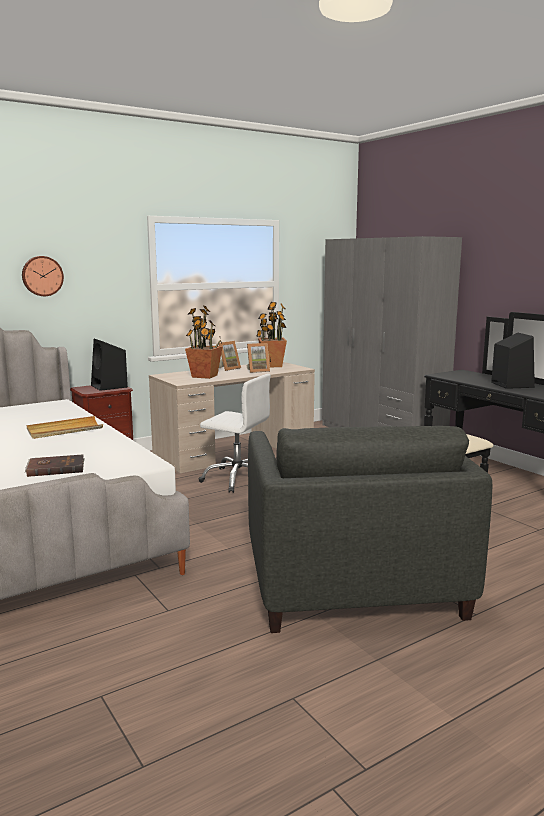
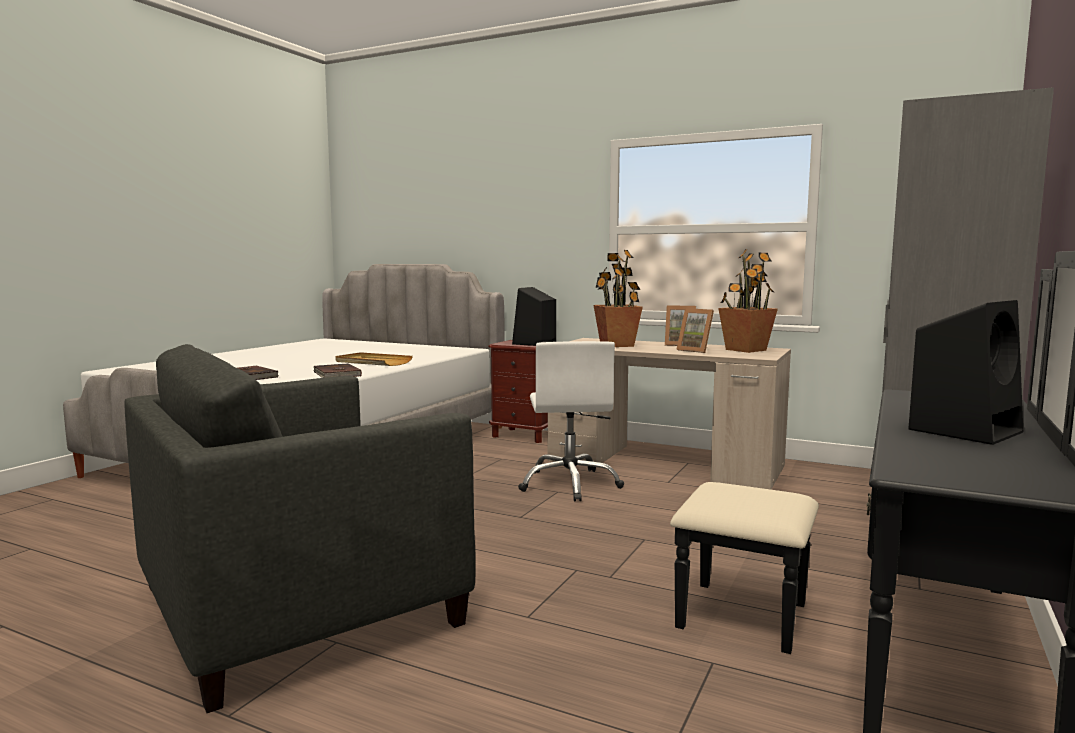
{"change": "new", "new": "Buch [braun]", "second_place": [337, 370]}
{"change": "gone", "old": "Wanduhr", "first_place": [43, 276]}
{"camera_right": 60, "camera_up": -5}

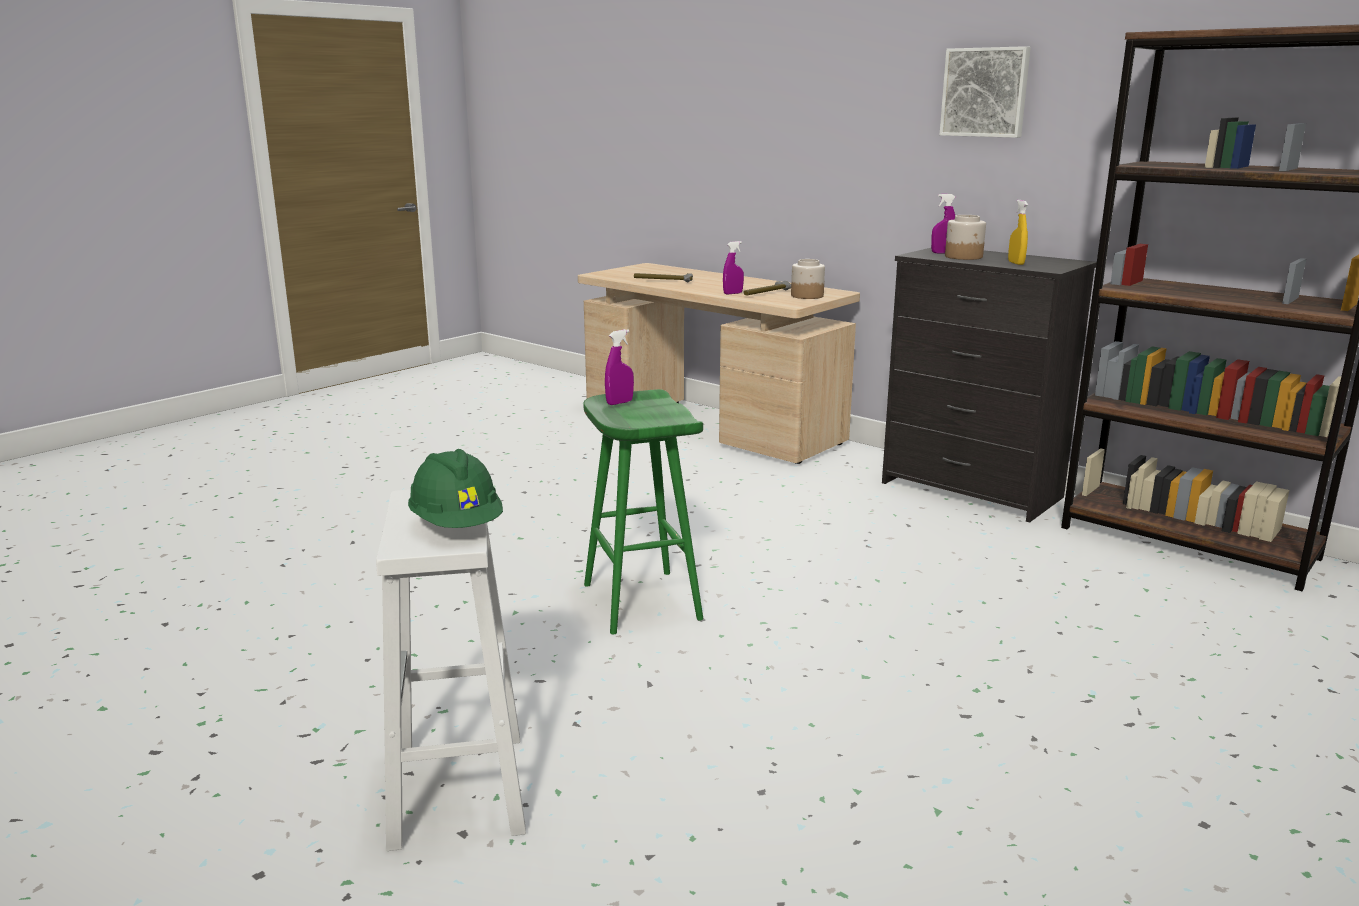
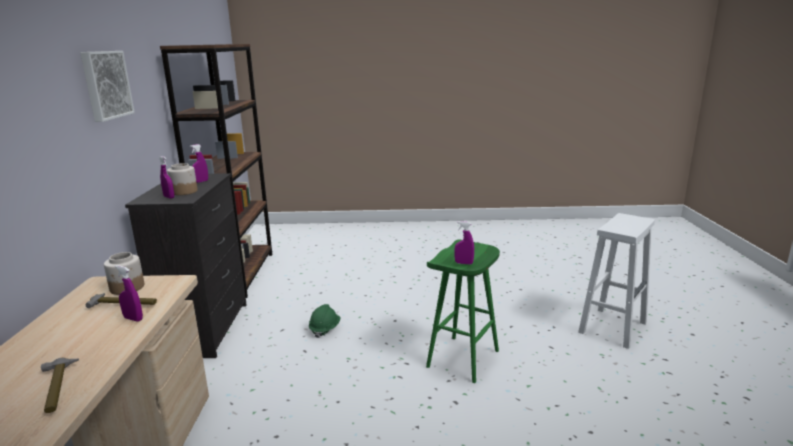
{"change": "repainted", "old": "Sprühflasche [gelb]", "new": "Sprühflasche [lila]", "first_place": [1018, 232], "second_place": [199, 163]}
{"change": "shifted", "old": "Schutzhelm [grün]", "first_place": [455, 488], "second_place": [325, 321]}
{"camera_right": -130, "camera_up": 0}

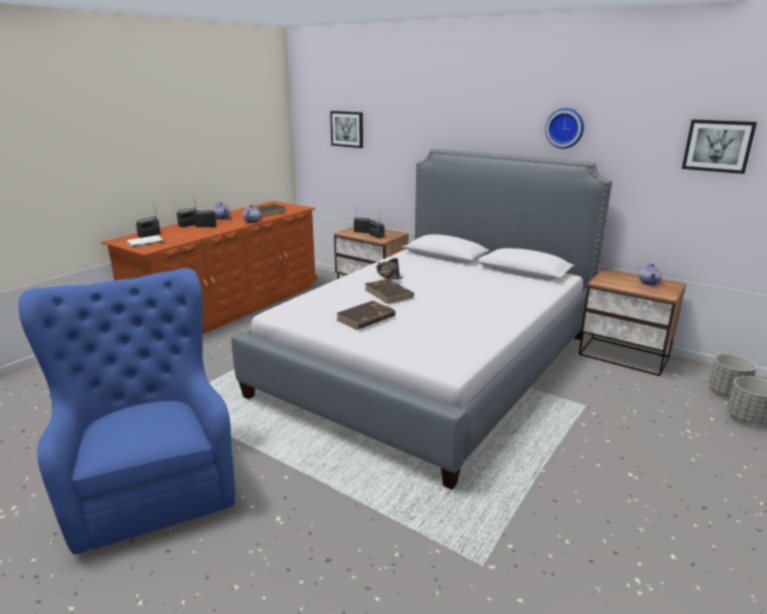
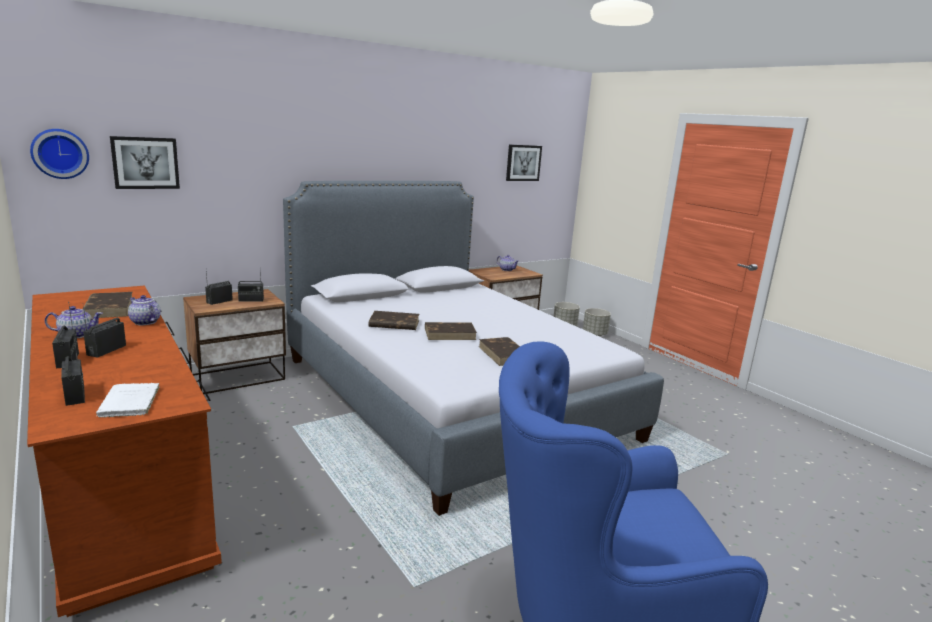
{"change": "shifted", "old": "Wanduhr", "first_place": [564, 128], "second_place": [59, 154]}
{"change": "swapped", "old": "Hut [schwarz]", "new": "Buch [braun]", "first_place": [389, 269], "second_place": [394, 320]}
{"camera_right": -70, "camera_up": -5}

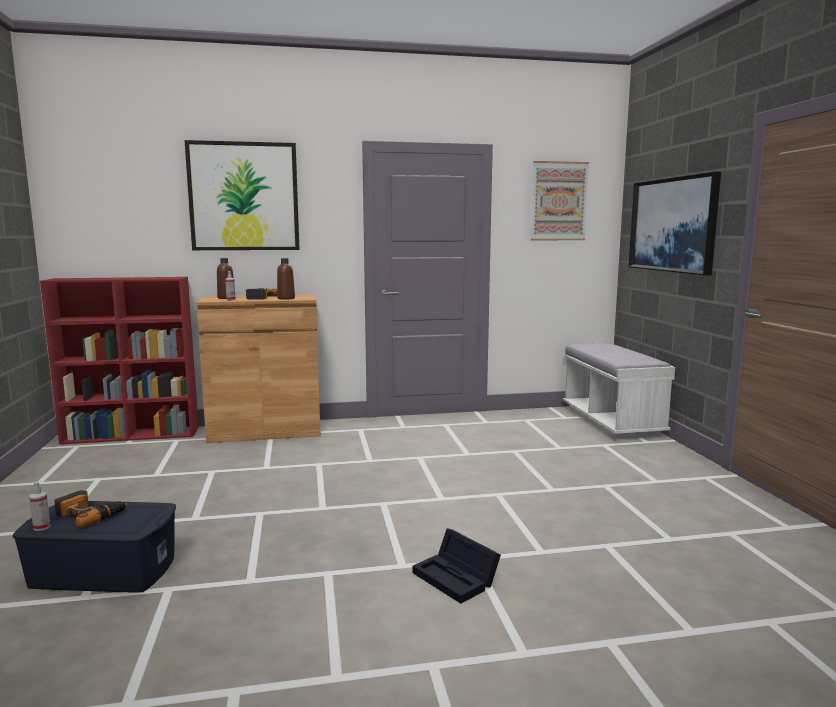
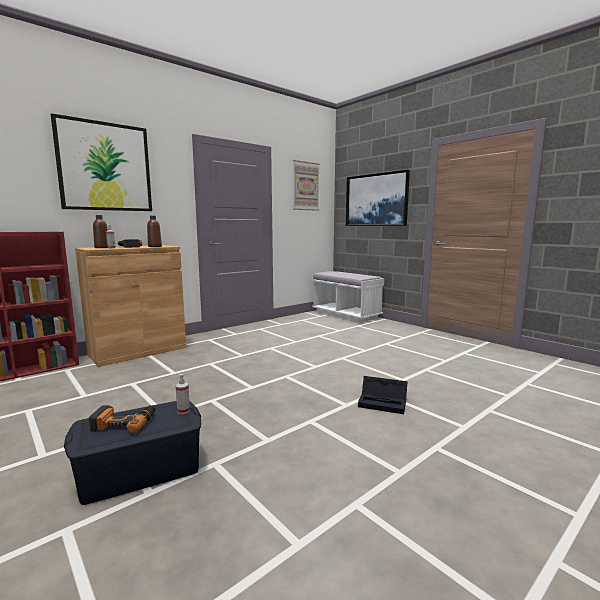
{"change": "shifted", "old": "Sprühflasche", "first_place": [40, 506], "second_place": [183, 394]}
{"camera_right": -30, "camera_up": 0}

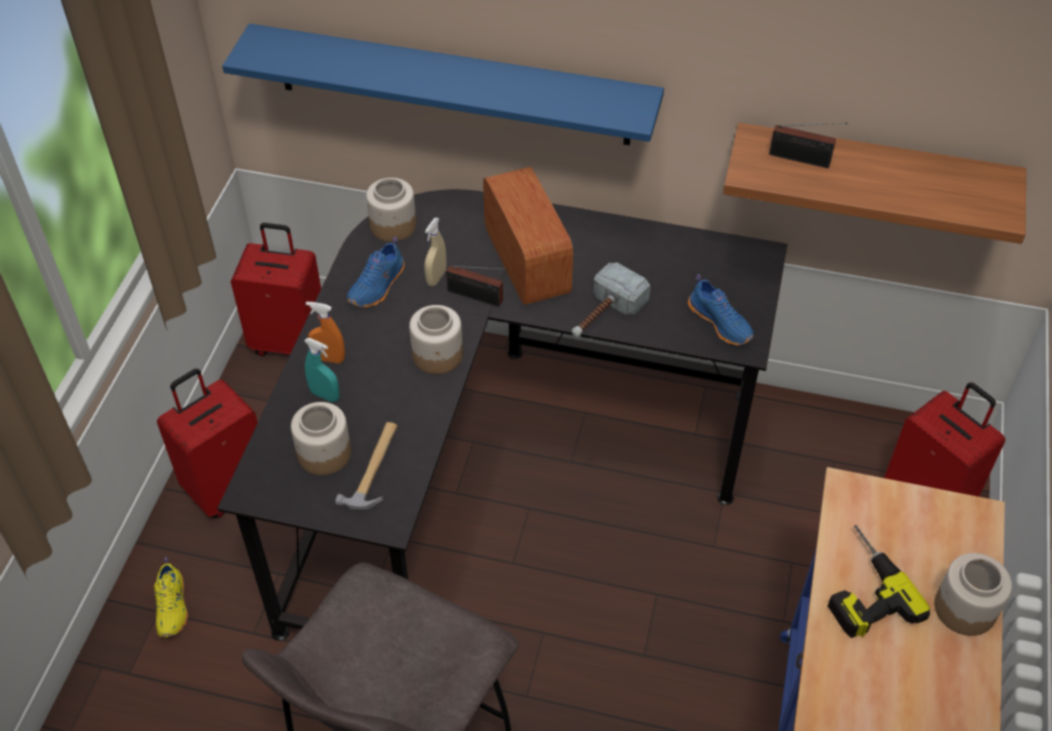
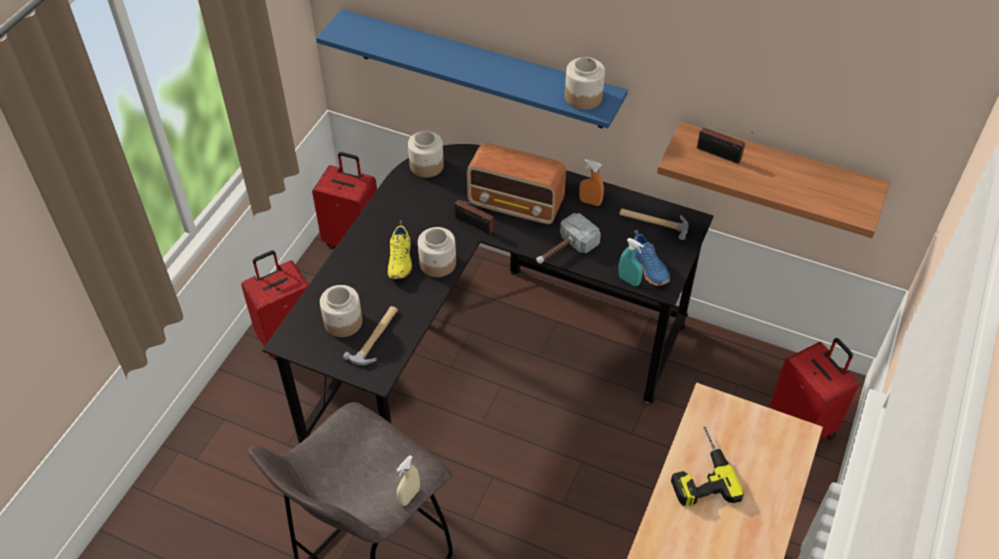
{"change": "shifted", "old": "Schuh [gelb]", "first_place": [171, 597], "second_place": [400, 250]}
{"change": "shifted", "old": "Sprühflasche [beige]", "first_place": [435, 252], "second_place": [408, 480]}
{"change": "rotated", "old": "Radio", "first_place": [528, 236], "second_place": [516, 183], "degrees": 120}
{"change": "shifted", "old": "Vorratsglas", "first_place": [973, 594], "second_place": [585, 83]}
{"change": "shifted", "old": "Sprühflasche [orange]", "first_place": [325, 333], "second_place": [591, 182]}
{"change": "new", "new": "Hammer", "second_place": [653, 224]}
{"change": "shifted", "old": "Sprühflasche [türkis]", "first_place": [322, 370], "second_place": [631, 262]}
{"change": "gone", "old": "Schuh [blau]", "first_place": [375, 272]}
{"camera_right": 10, "camera_up": 0}

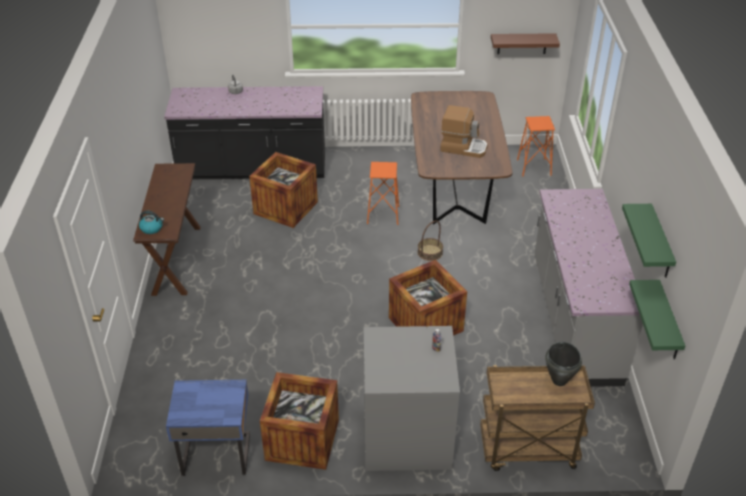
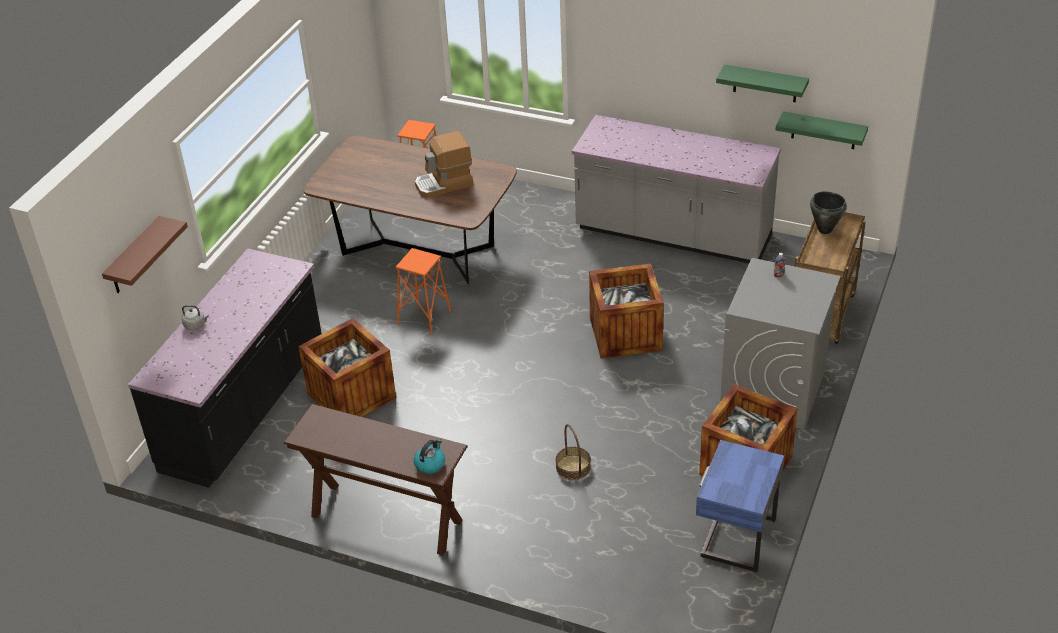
{"change": "shifted", "old": "Wandregal [braun]", "first_place": [525, 43], "second_place": [145, 254]}
{"change": "rotated", "old": "Kaffeemaschine", "first_place": [464, 131], "second_place": [444, 164], "degrees": -150}
{"change": "shifted", "old": "Korb", "first_place": [430, 240], "second_place": [573, 452]}
{"camera_right": -65, "camera_up": 0}

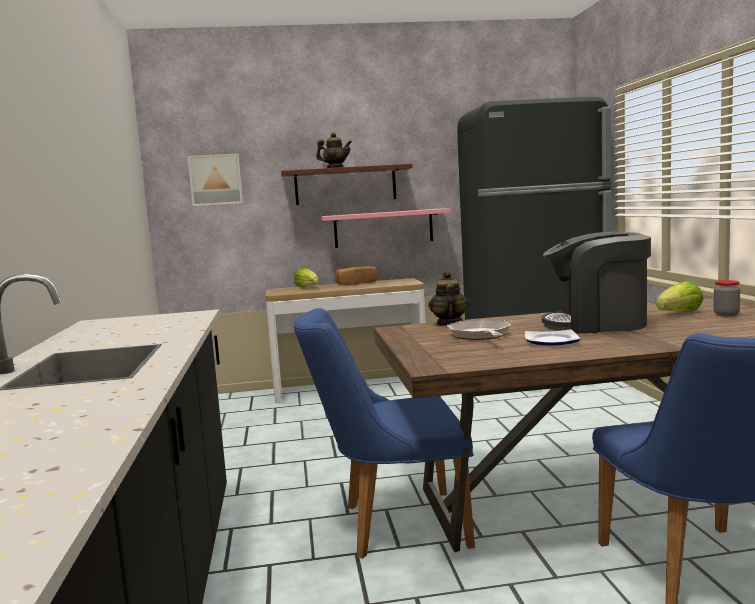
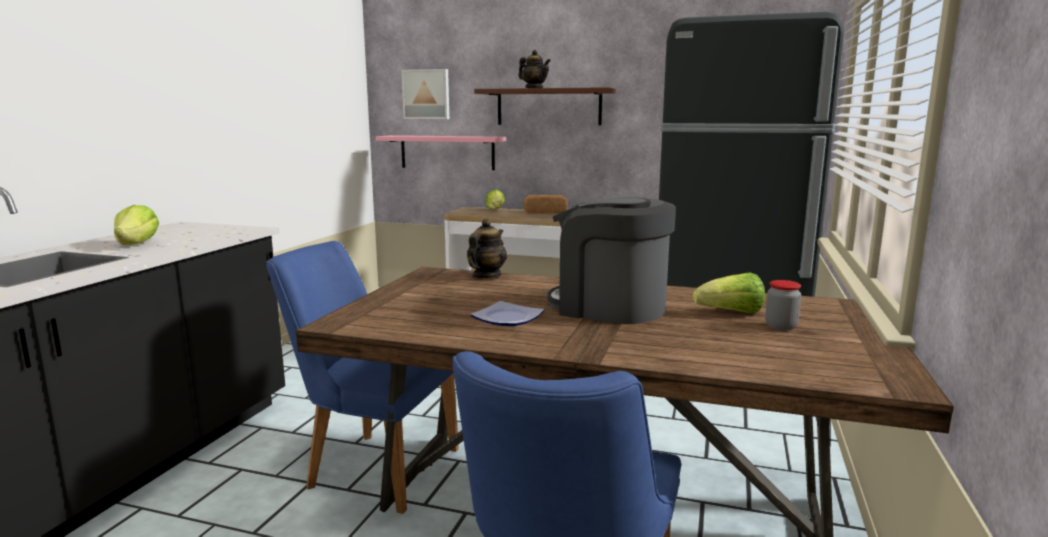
{"change": "new", "new": "Salatkopf", "second_place": [136, 225]}
{"change": "shifted", "old": "Wandregal [rosa]", "first_place": [386, 228], "second_place": [440, 152]}
{"change": "gone", "old": "Pfanne", "first_place": [479, 329]}
{"camera_right": 25, "camera_up": 5}

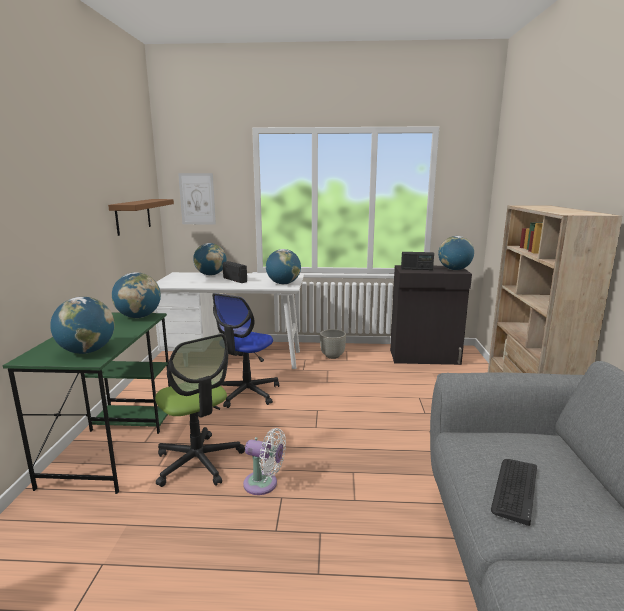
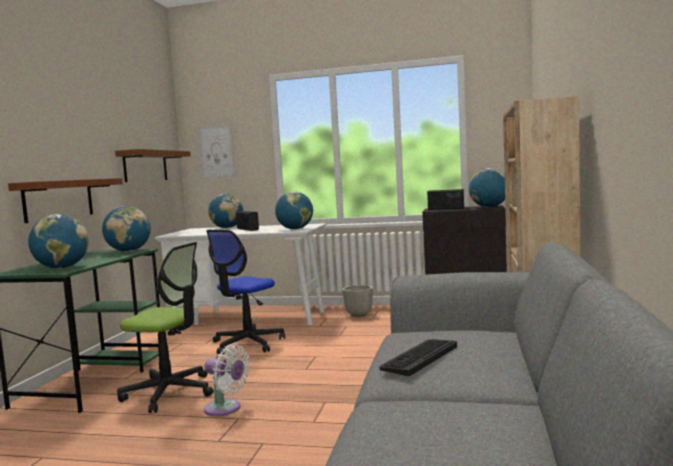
{"change": "new", "new": "Wandregal [braun]", "second_place": [65, 200]}
{"change": "rotated", "old": "Bürostuhl", "first_place": [200, 410], "second_place": [165, 327], "degrees": -45}
{"camera_right": 10, "camera_up": -10}

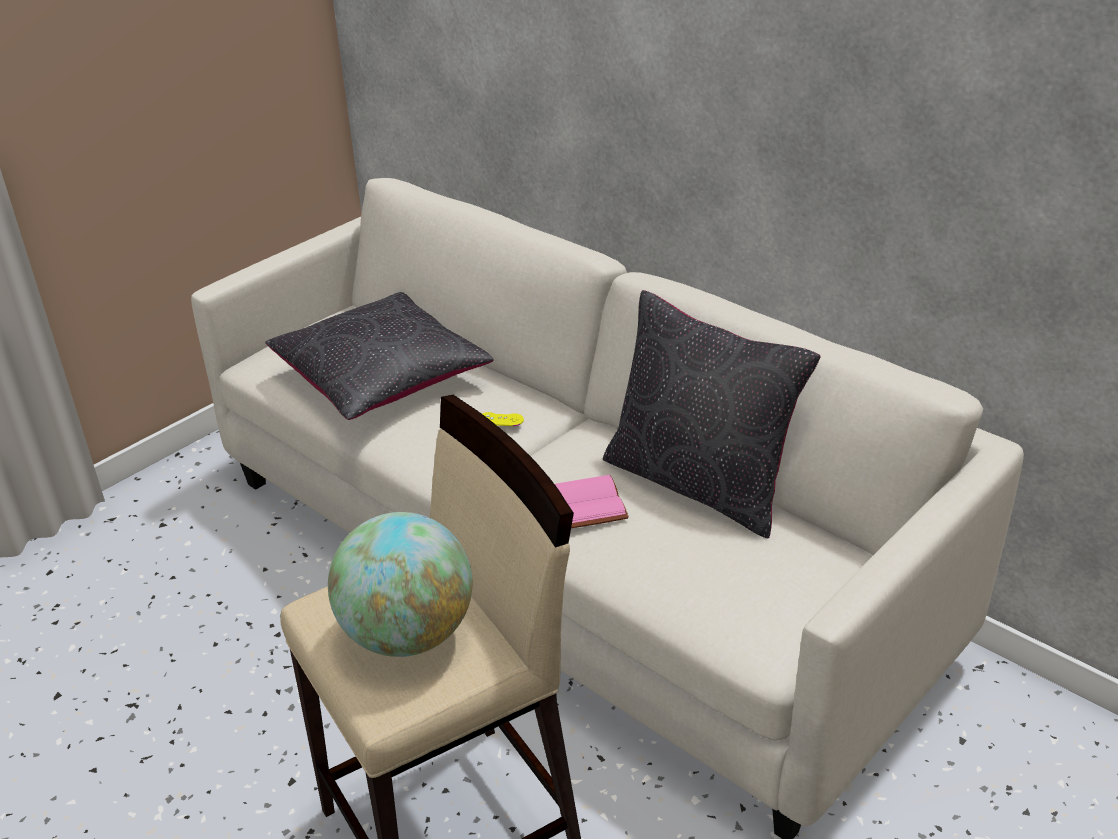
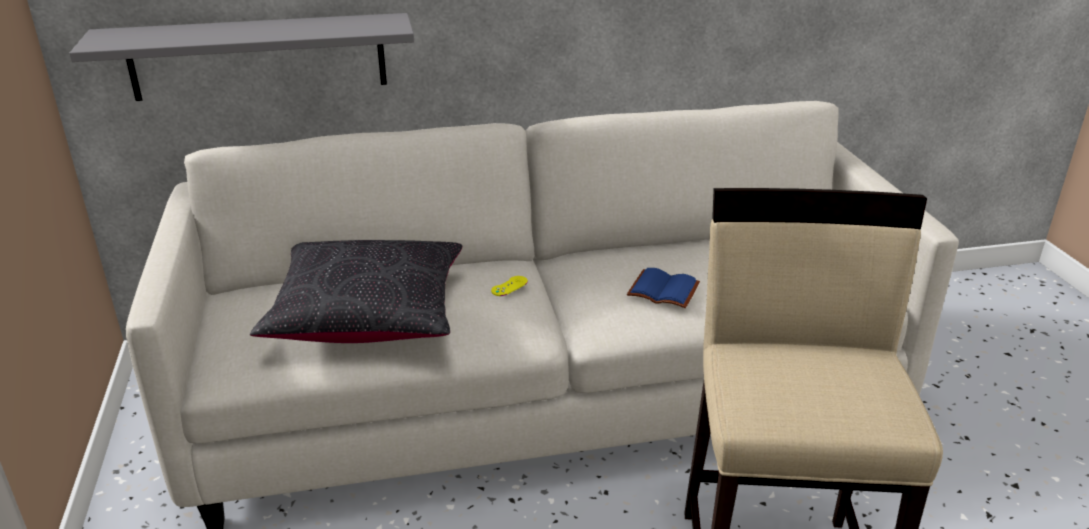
{"change": "new", "new": "Wandregal [grau]", "second_place": [241, 57]}
{"change": "repainted", "old": "Buch [rosa]", "new": "Buch [blau]", "first_place": [592, 501], "second_place": [663, 288]}
{"change": "gone", "old": "Globus", "first_place": [400, 584]}
{"change": "gone", "old": "Kissen [schwarz]", "first_place": [711, 414]}
{"camera_right": -55, "camera_up": -5}

